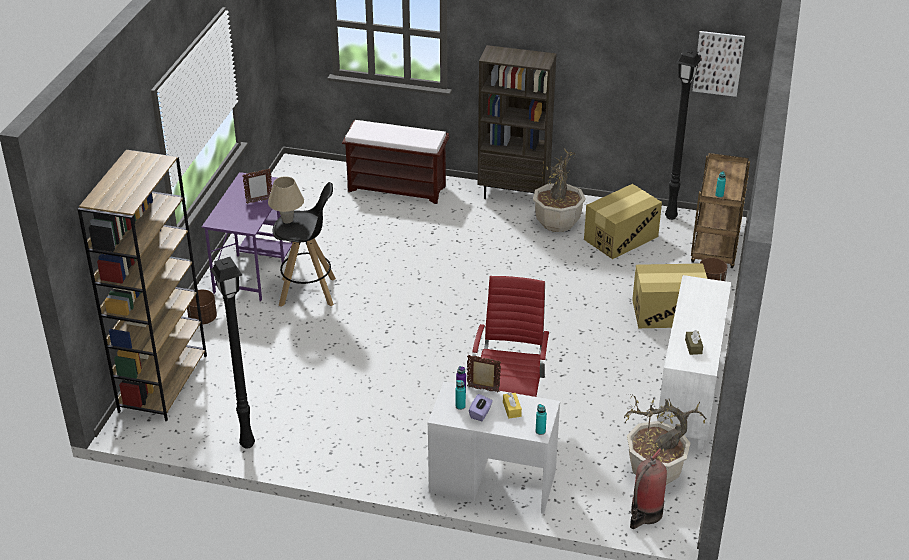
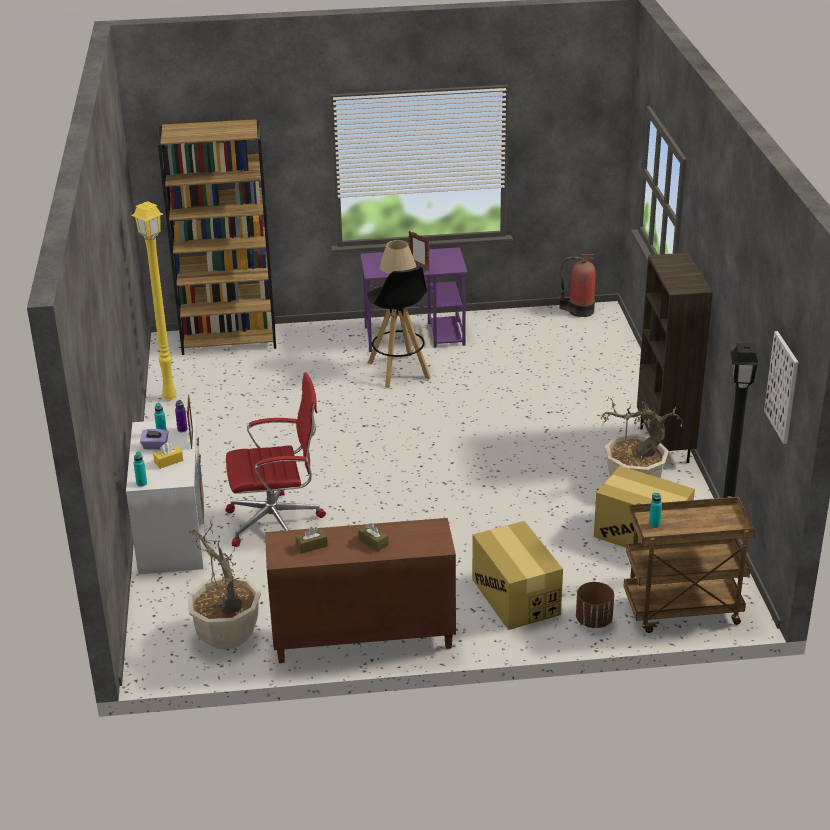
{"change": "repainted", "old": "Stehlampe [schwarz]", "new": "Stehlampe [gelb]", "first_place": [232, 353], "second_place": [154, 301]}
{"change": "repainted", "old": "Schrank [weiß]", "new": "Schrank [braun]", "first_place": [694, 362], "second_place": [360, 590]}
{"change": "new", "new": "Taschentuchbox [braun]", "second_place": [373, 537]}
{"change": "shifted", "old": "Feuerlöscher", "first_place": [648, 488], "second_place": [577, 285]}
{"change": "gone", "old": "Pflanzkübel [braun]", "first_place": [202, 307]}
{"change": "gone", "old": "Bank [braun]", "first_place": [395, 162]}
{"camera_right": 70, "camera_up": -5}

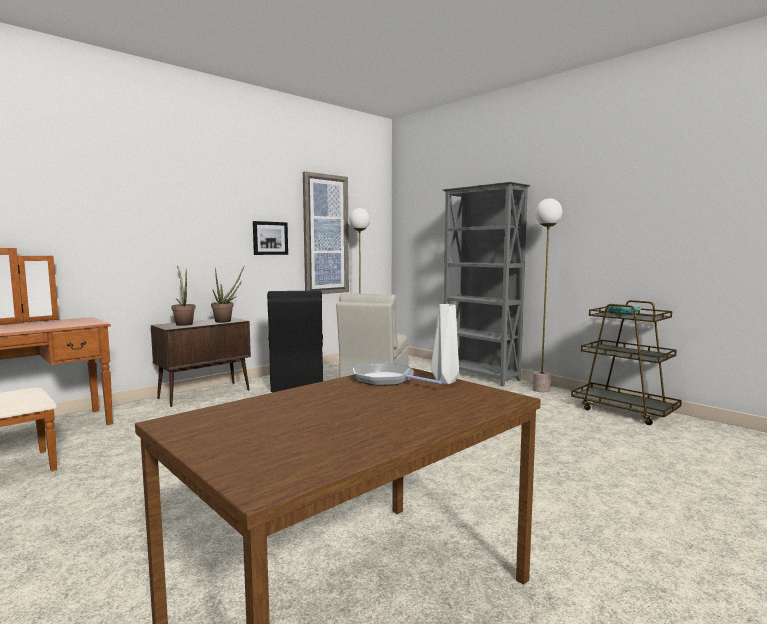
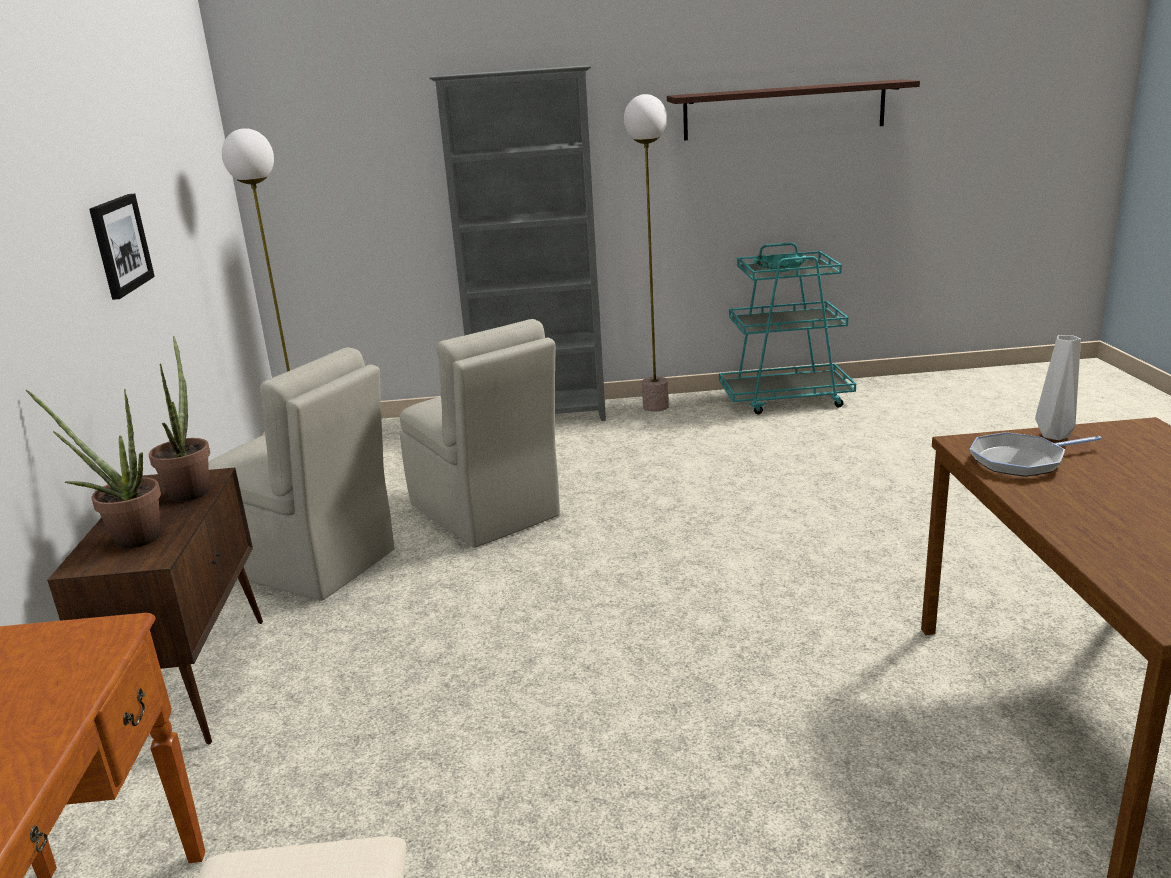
{"change": "repainted", "old": "Stuhl [schwarz]", "new": "Stuhl [beige]", "first_place": [295, 341], "second_place": [301, 474]}
{"change": "new", "new": "Wandregal", "second_place": [793, 110]}
{"change": "repainted", "old": "Rollwagen [braun]", "new": "Rollwagen [türkis]", "first_place": [626, 362], "second_place": [787, 328]}
{"change": "gone", "old": "Bild", "first_place": [326, 233]}
{"camera_right": -50, "camera_up": 15}

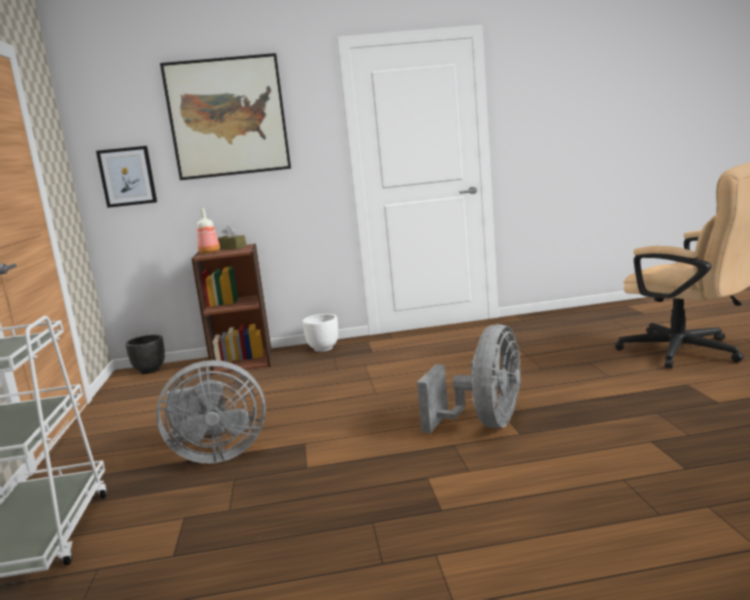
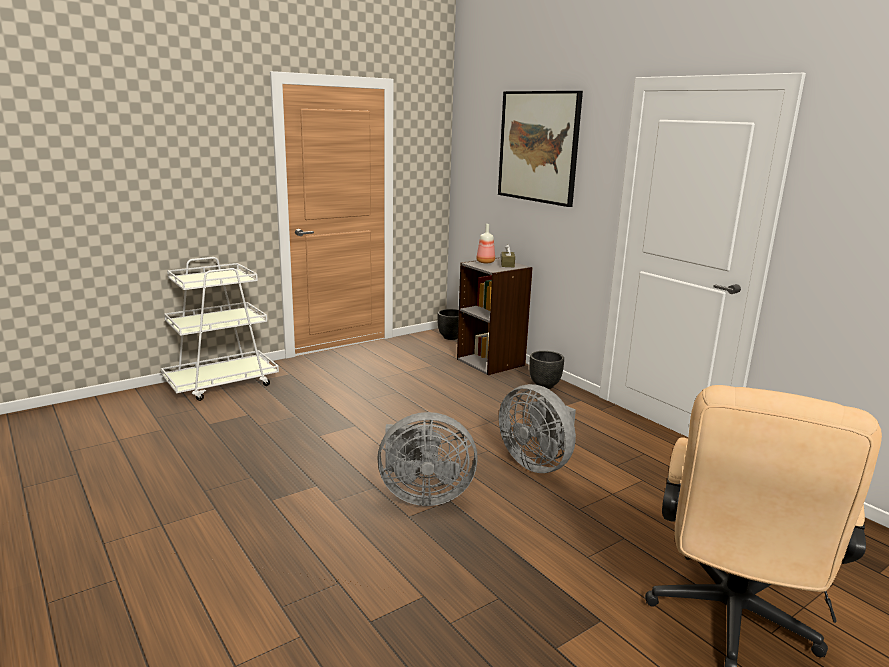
{"change": "repainted", "old": "Bücherregal [braun]", "new": "Bücherregal [grau]", "first_place": [232, 309], "second_place": [495, 316]}
{"change": "shifted", "old": "Ventilator [grau]", "first_place": [211, 411], "second_place": [537, 428]}
{"change": "repainted", "old": "Pflanzkübel [weiß]", "new": "Pflanzkübel [schwarz]", "first_place": [320, 333], "second_place": [546, 370]}
{"change": "gone", "old": "Bild", "first_place": [126, 177]}
{"camera_right": 60, "camera_up": 5}

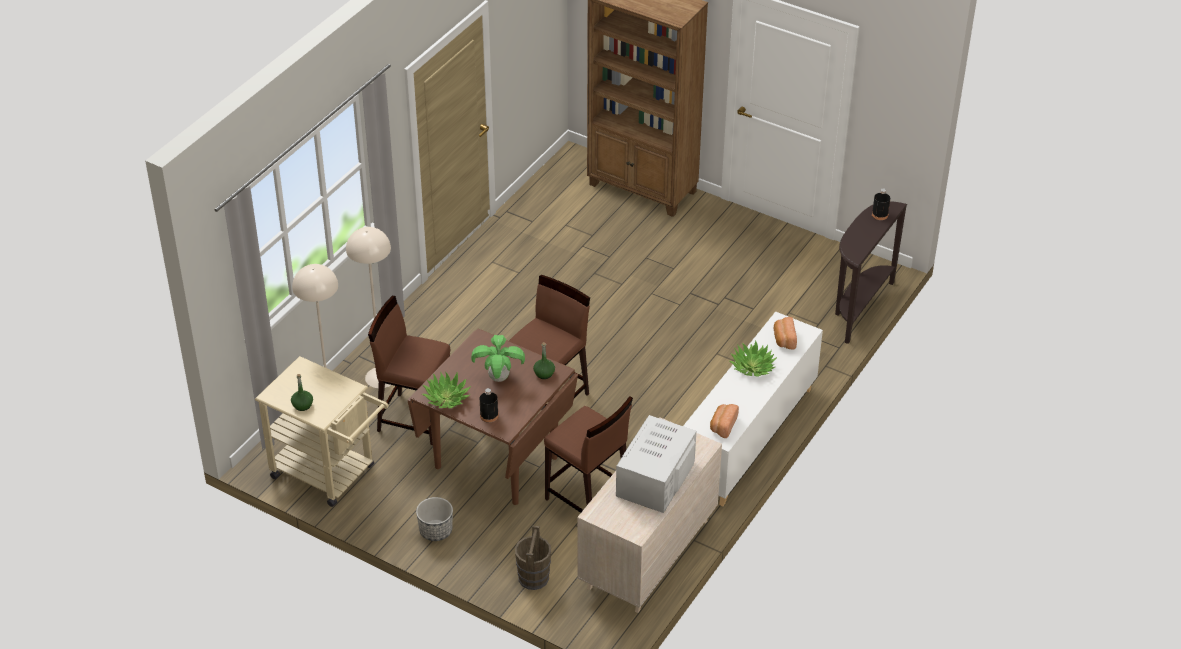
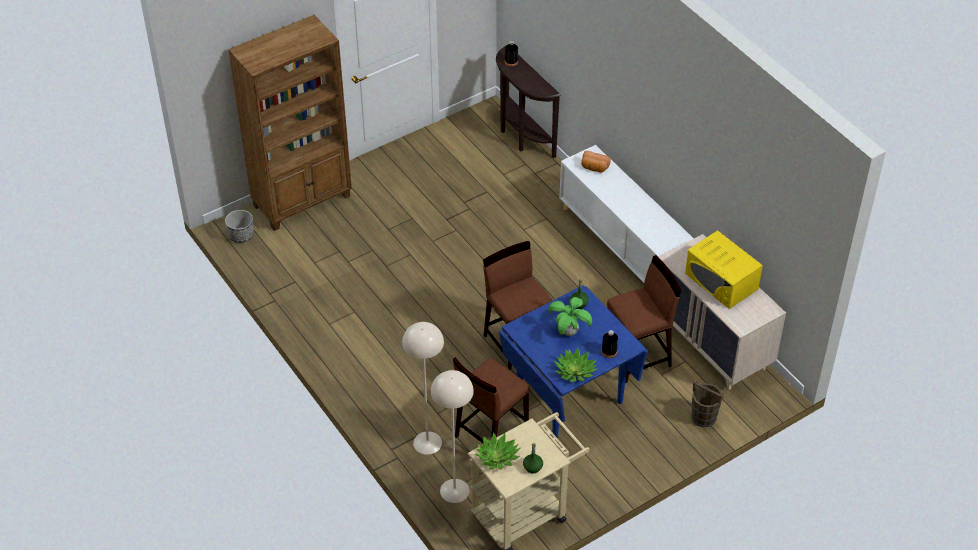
{"change": "shifted", "old": "Pflanzkübel", "first_place": [434, 519], "second_place": [239, 226]}
{"change": "shifted", "old": "Topfpflanze", "first_place": [753, 358], "second_place": [498, 451]}
{"change": "repainted", "old": "Esstisch [braun]", "new": "Esstisch [blau]", "first_place": [492, 416], "second_place": [573, 361]}
{"change": "repainted", "old": "Mikrowelle [weiß]", "new": "Mikrowelle [gelb]", "first_place": [656, 464], "second_place": [724, 269]}
{"change": "gone", "old": "Brot", "first_place": [724, 421]}
{"camera_right": -65, "camera_up": 5}

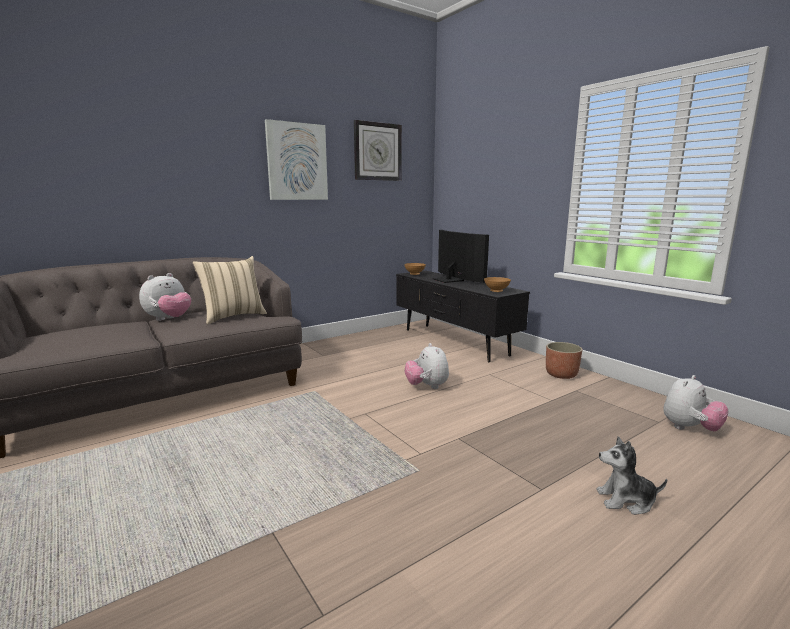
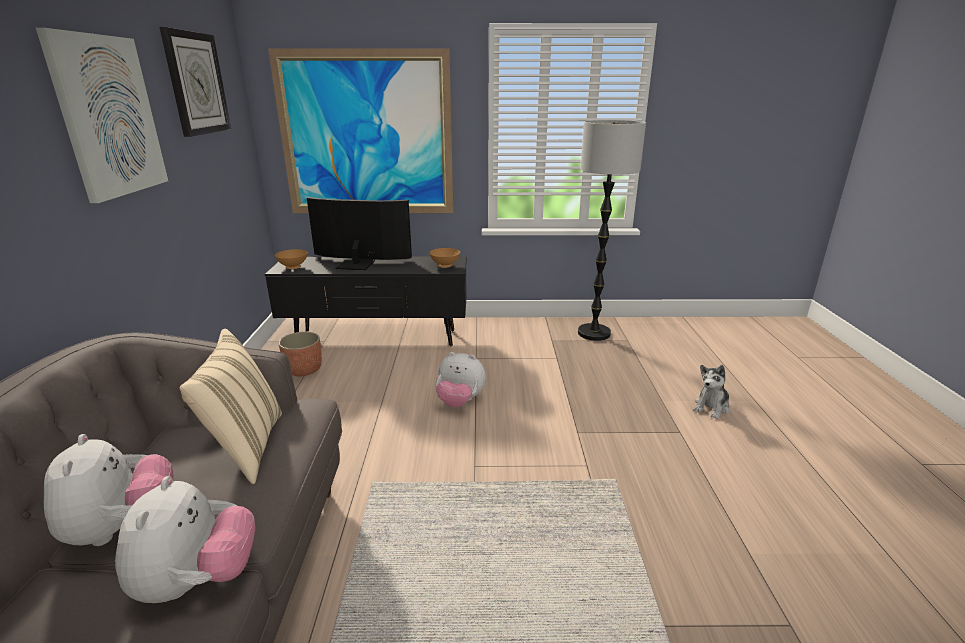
{"change": "shifted", "old": "Plüschtier", "first_place": [696, 403], "second_place": [185, 539]}
{"change": "new", "new": "Bild", "second_place": [360, 130]}
{"change": "shifted", "old": "Pflanzkübel", "first_place": [564, 360], "second_place": [300, 354]}
{"change": "new", "new": "Stehlampe", "second_place": [612, 230]}
{"camera_right": -55, "camera_up": 10}

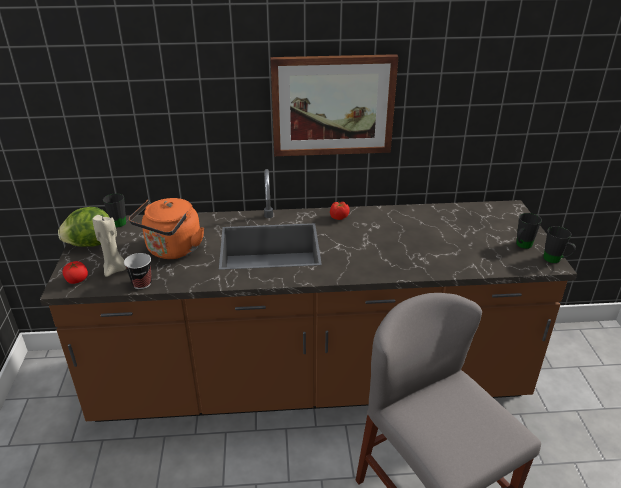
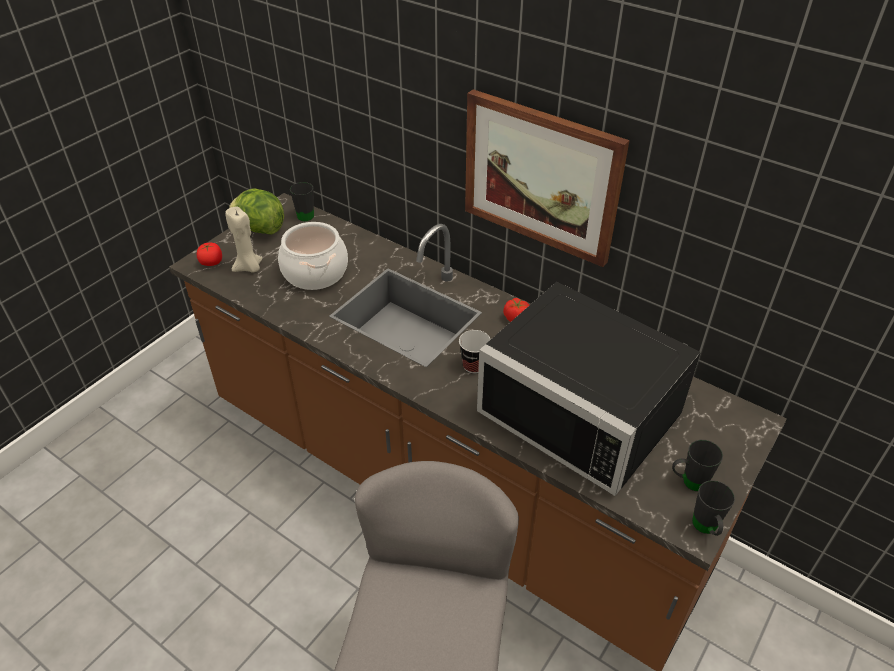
{"change": "swapped", "old": "Wasserkessel [orange]", "new": "Kochtopf", "first_place": [166, 228], "second_place": [313, 256]}
{"change": "shifted", "old": "Tasse", "first_place": [138, 271], "second_place": [475, 352]}
{"change": "new", "new": "Mikrowelle [schwarz]", "second_place": [589, 389]}
{"camera_right": 40, "camera_up": 10}

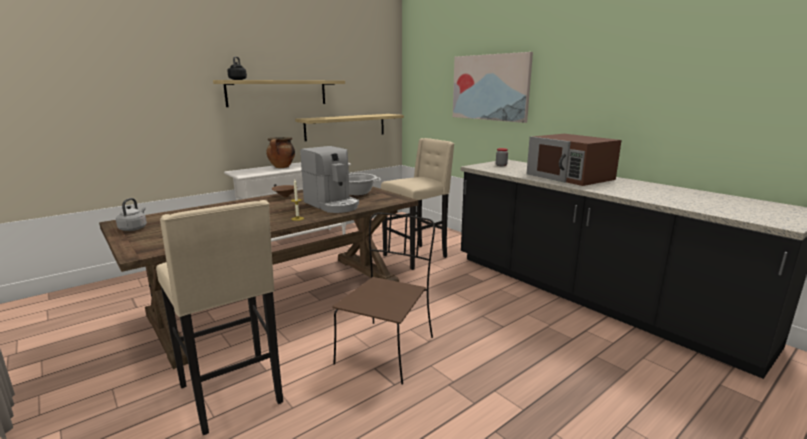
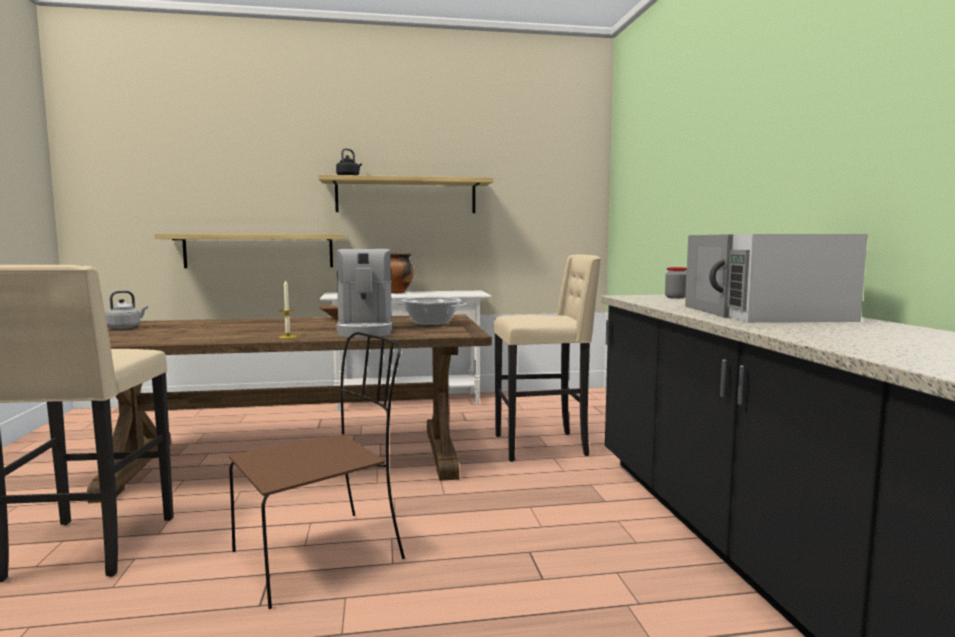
{"change": "shifted", "old": "Wandregal", "first_place": [349, 127], "second_place": [249, 251]}
{"change": "repainted", "old": "Mikrowelle [braun]", "new": "Mikrowelle [weiß]", "first_place": [574, 160], "second_place": [776, 278]}
{"change": "gone", "old": "Bild", "first_place": [493, 87]}
{"camera_right": 30, "camera_up": -10}

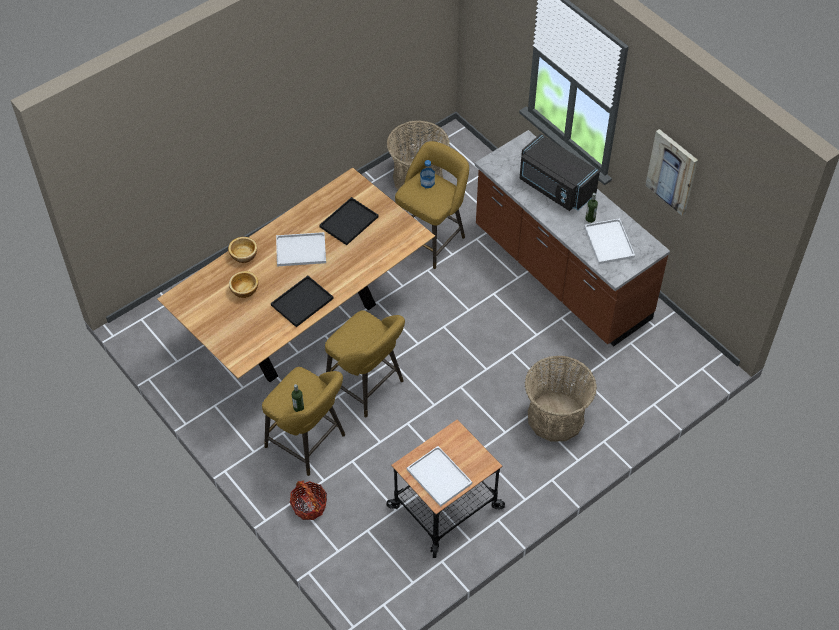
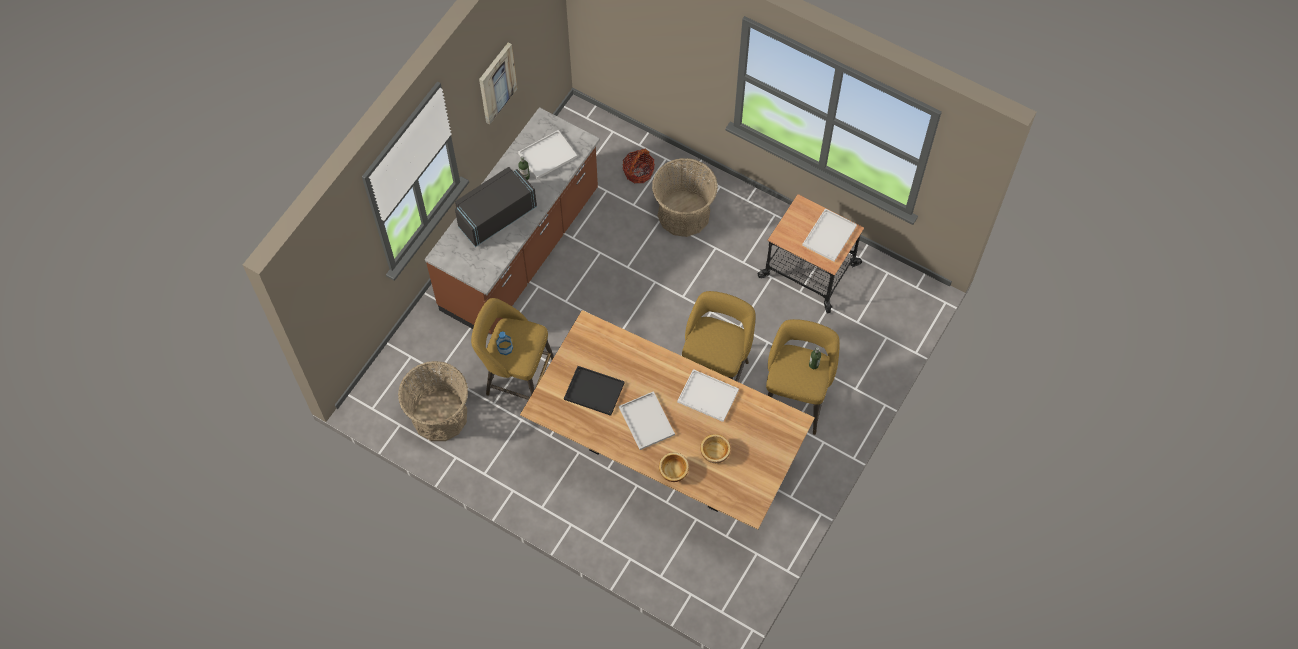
{"change": "rotated", "old": "Mikrowelle [schwarz]", "first_place": [560, 172], "second_place": [496, 207], "degrees": -150}
{"change": "shifted", "old": "Korb", "first_place": [308, 500], "second_place": [638, 165]}
{"change": "repainted", "old": "Tablett [schwarz]", "new": "Tablett [weiß]", "first_place": [302, 301], "second_place": [708, 395]}
{"camera_right": -110, "camera_up": 10}

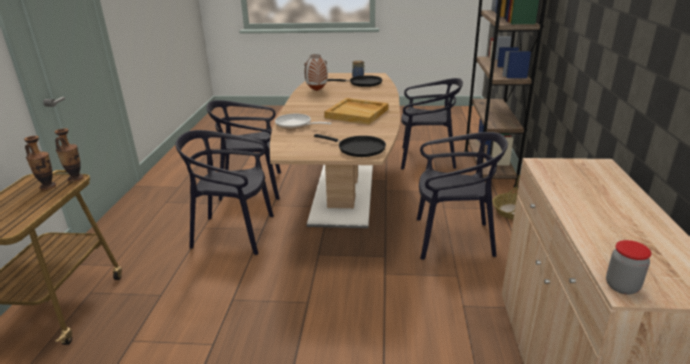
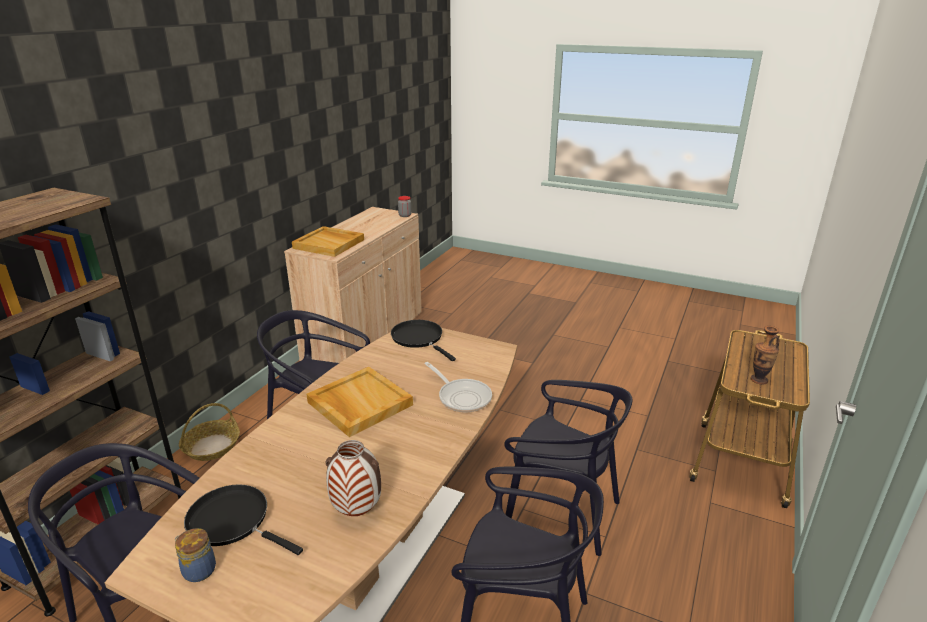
{"change": "new", "new": "Tablett [beige]", "second_place": [328, 241]}
{"change": "gone", "old": "Vase", "first_place": [69, 155]}
{"camera_right": -160, "camera_up": 0}

